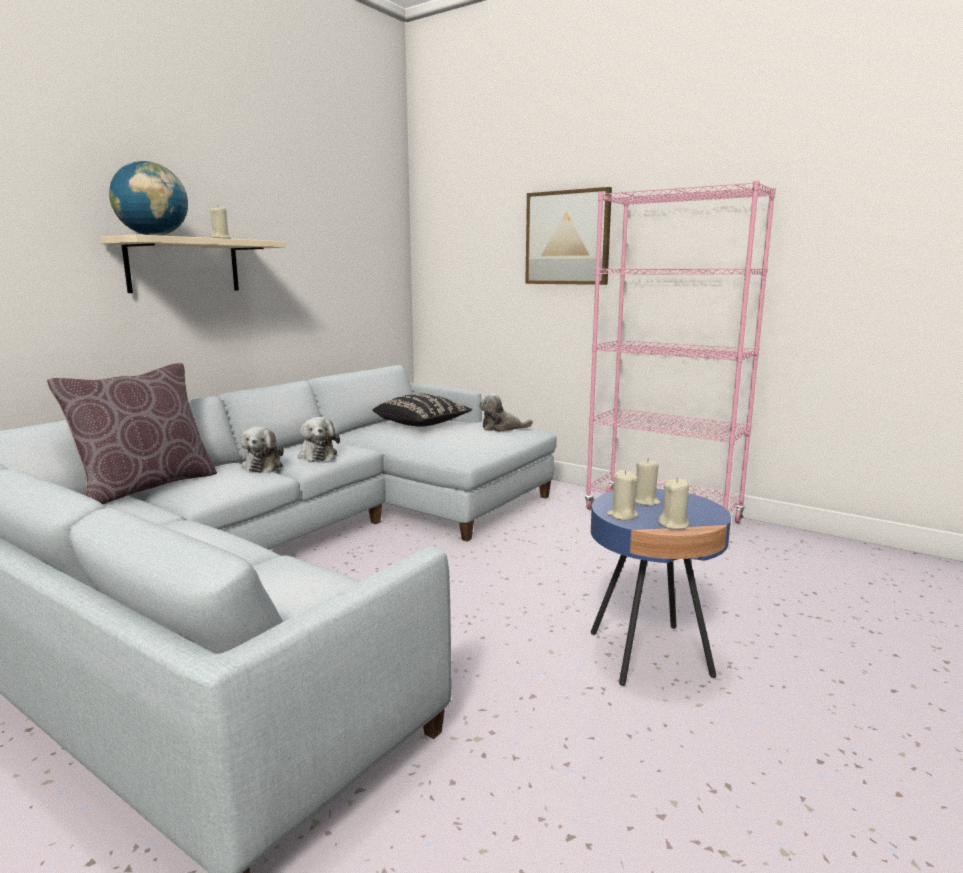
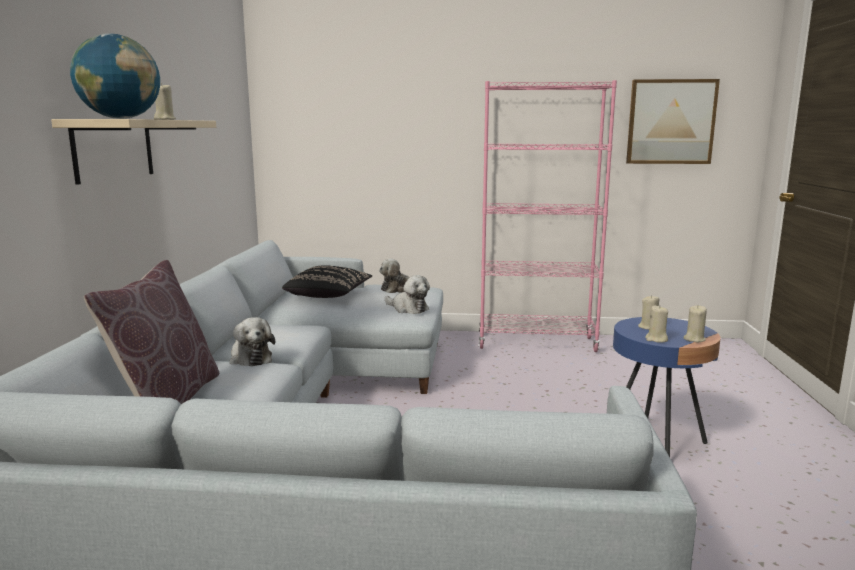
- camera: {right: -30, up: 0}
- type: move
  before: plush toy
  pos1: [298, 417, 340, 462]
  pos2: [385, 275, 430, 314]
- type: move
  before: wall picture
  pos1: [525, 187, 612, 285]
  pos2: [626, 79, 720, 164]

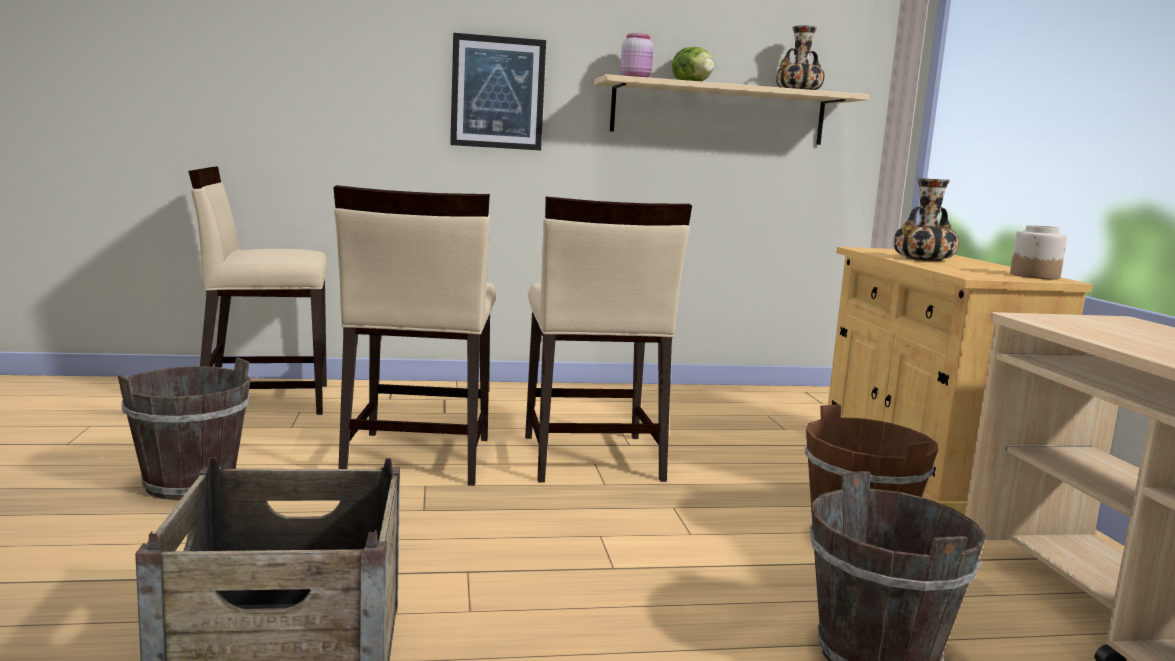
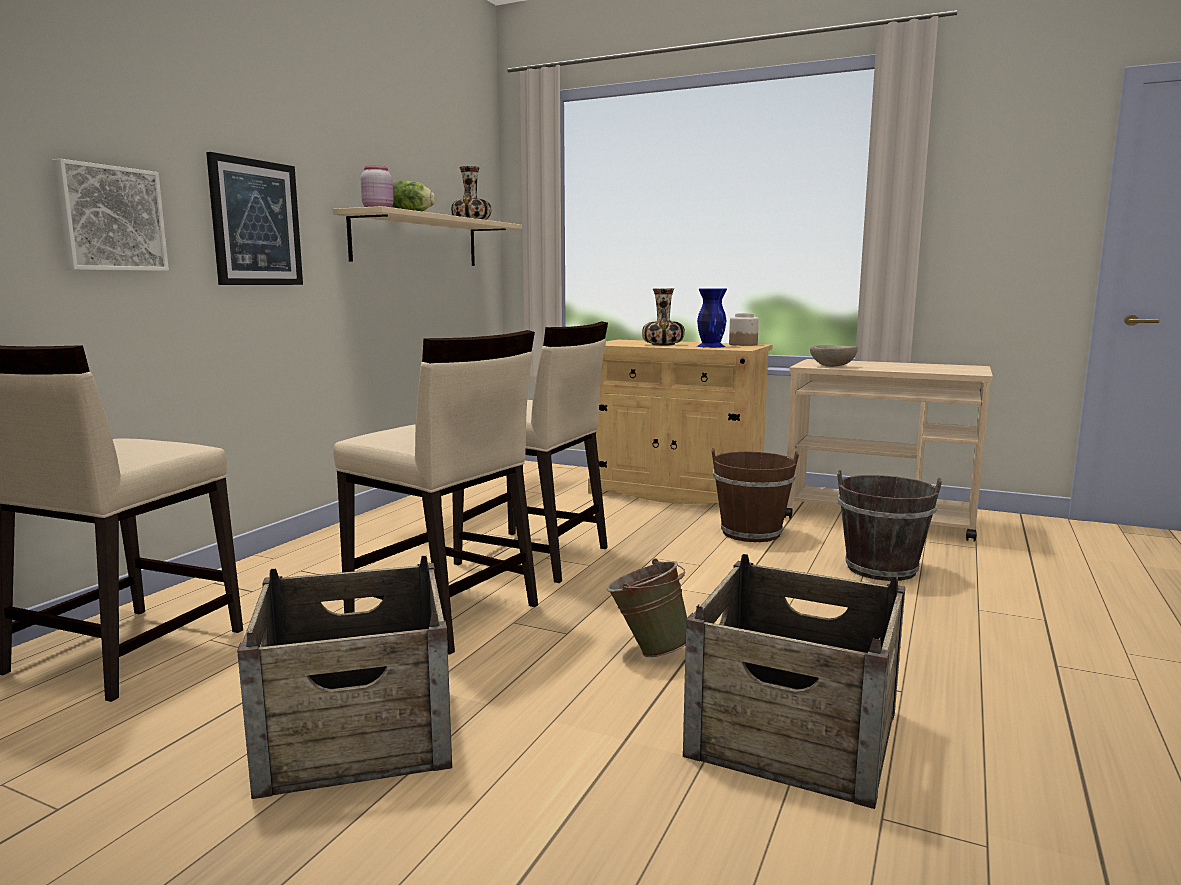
- camera: {right: -55, up: 0}
- type: insert
  after: wall picture
  pos2: [52, 159, 169, 271]
- type: insert
  after: green pail
  pos2: [606, 559, 687, 657]
- type: insert
  after: blue-coloured decorative vase
  pos2: [697, 288, 727, 348]
- type: insert
  after: sand-coloured serving bowl
  pos2: [810, 345, 858, 367]
- type: replace
  before: brown-coloured pail
  after: packing crate
  pos1: [117, 358, 251, 500]
  pos2: [237, 556, 452, 799]

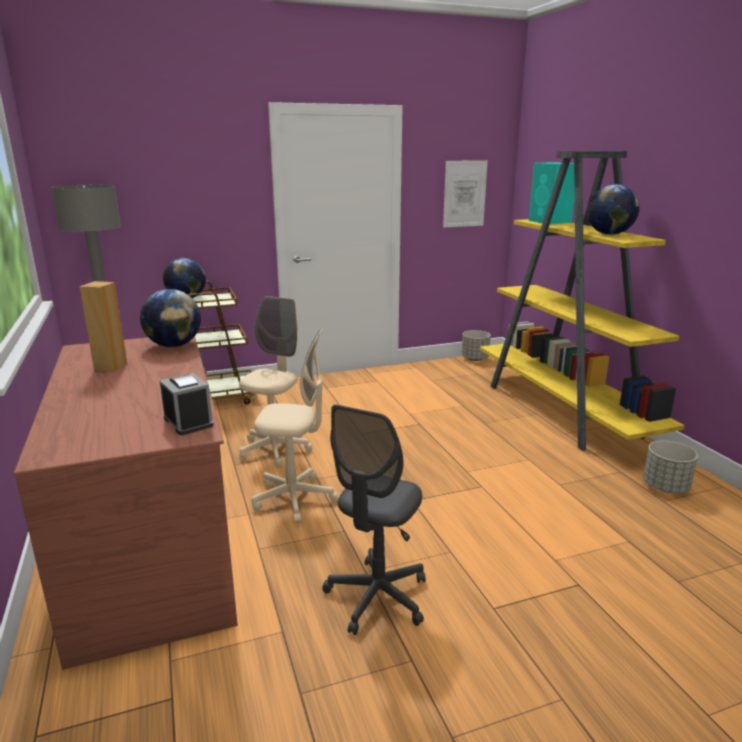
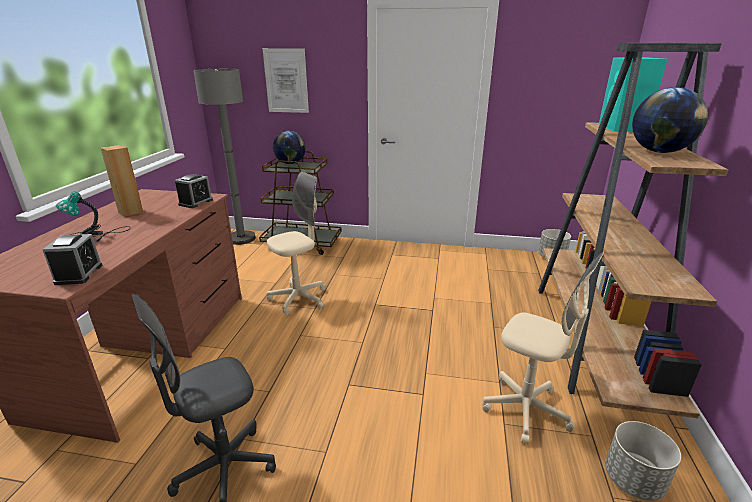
- camera: {right: 30, up: 5}
- type: insert
  after: table lamp
  pos2: [56, 191, 131, 242]
- type: move
  before: sand-coloured computer chair
  pos1: [251, 328, 338, 523]
  pos2: [482, 252, 603, 445]
- type: move
  before: wall picture
  pos1: [443, 160, 488, 228]
  pos2: [263, 48, 309, 113]
- type: replace
  before: world globe
  after: bedside clock
  pos1: [140, 289, 201, 347]
  pos2: [175, 174, 213, 208]
- type: recolor
  before: yellowish shelving unit
  after: brown-coloured shelving unit
  pos1: [480, 151, 685, 451]
  pos2: [538, 43, 729, 418]

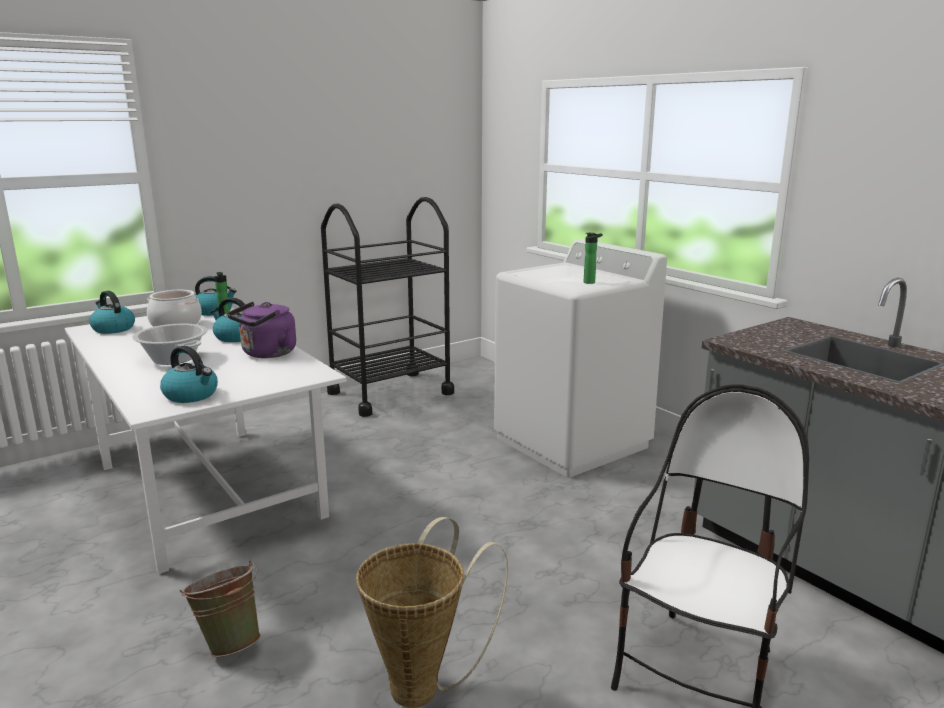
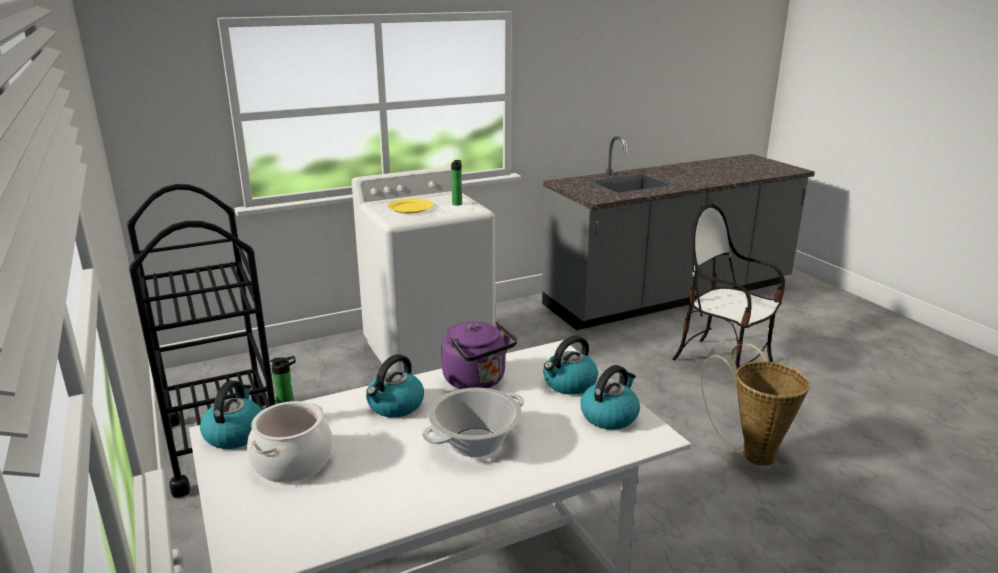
- camera: {right: -80, up: 5}
- type: delete
  before: green pail
  pos1: [180, 560, 261, 657]
- type: insert
  after: yellowish plate
  pos2: [388, 199, 433, 213]
- type: move
  before: kettle
  pos1: [89, 291, 135, 334]
  pos2: [543, 335, 598, 395]

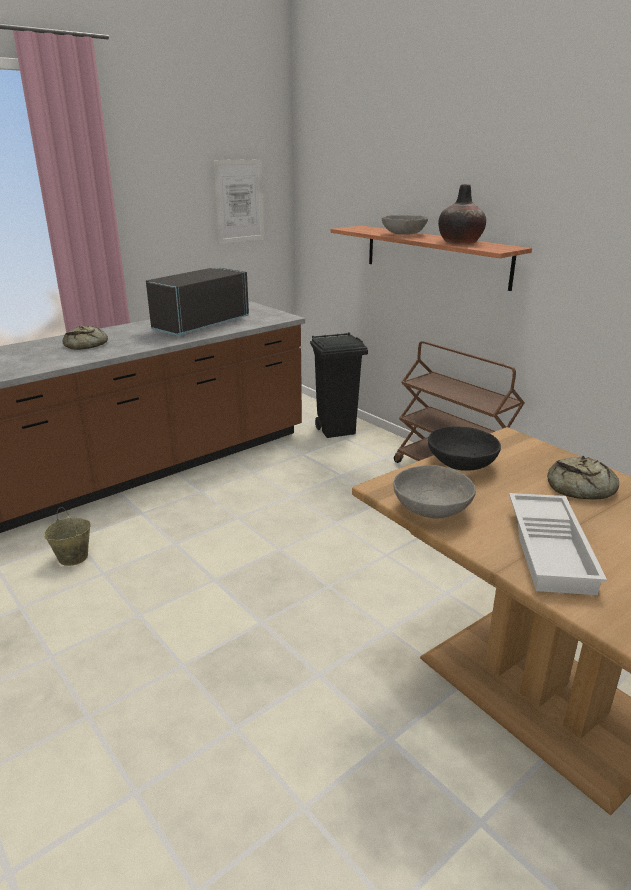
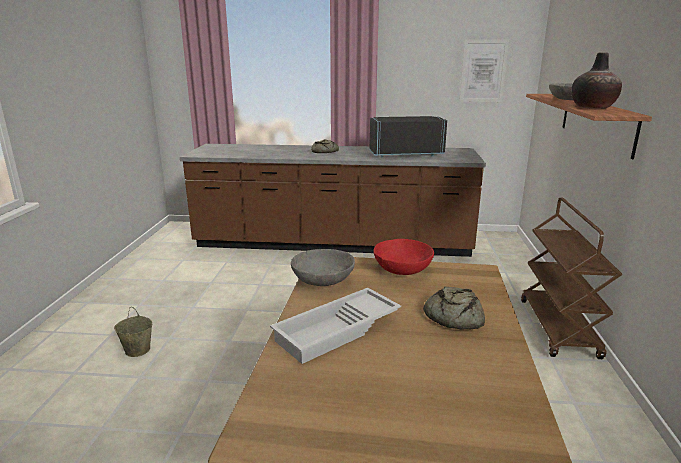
- camera: {right: 45, up: -5}
- type: delete
  before: black trash can
  pos1: [310, 332, 368, 438]
- type: move
  before: sand-coloured pail
  pos1: [44, 507, 91, 566]
  pos2: [114, 307, 152, 357]
- type: recolor
  before: black serving bowl
  after: reddish serving bowl
  pos1: [428, 426, 501, 471]
  pos2: [374, 239, 434, 275]

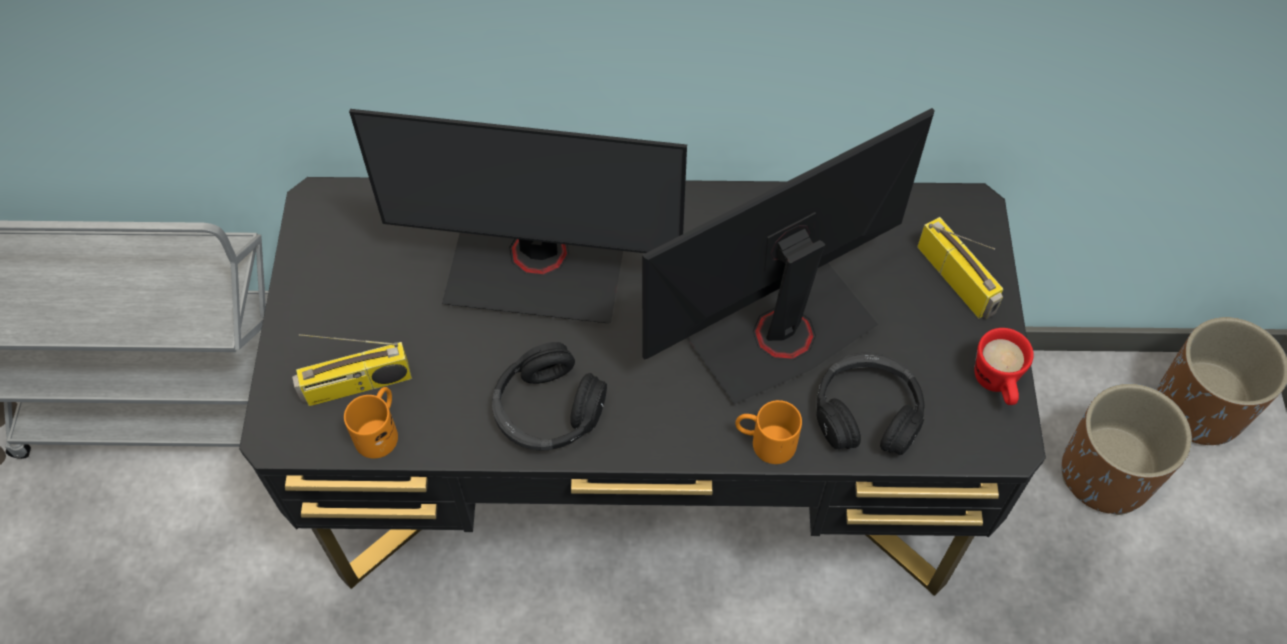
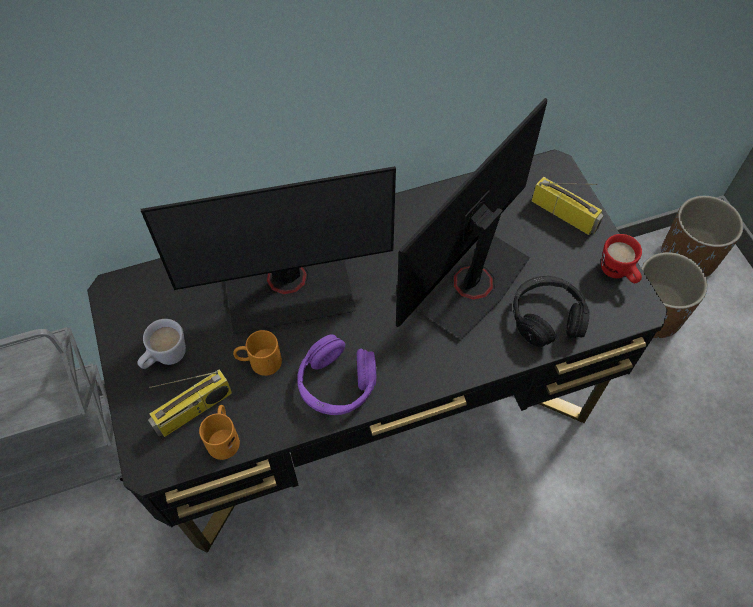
- camera: {right: -20, up: 0}
- type: insert
  after: whitish tea mug
  pos2: [137, 319, 186, 369]
- type: move
  before: orange-coloured tea mug
  pos1: [735, 400, 802, 464]
  pos2: [233, 330, 282, 376]
- type: recolor
  before: black headphones
  after: purple headphones
  pos1: [492, 342, 607, 451]
  pos2: [297, 334, 376, 415]

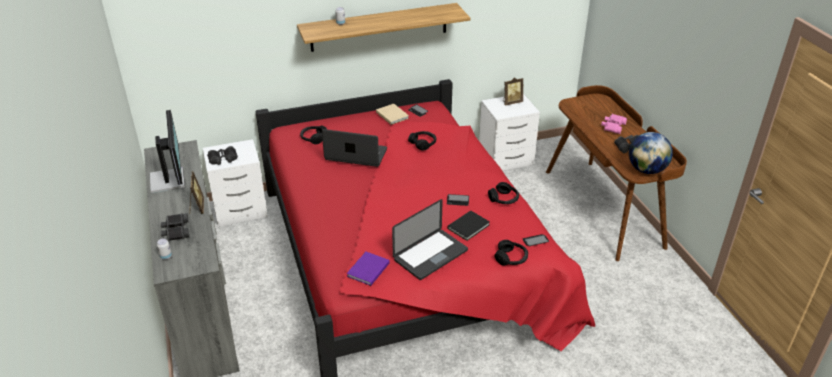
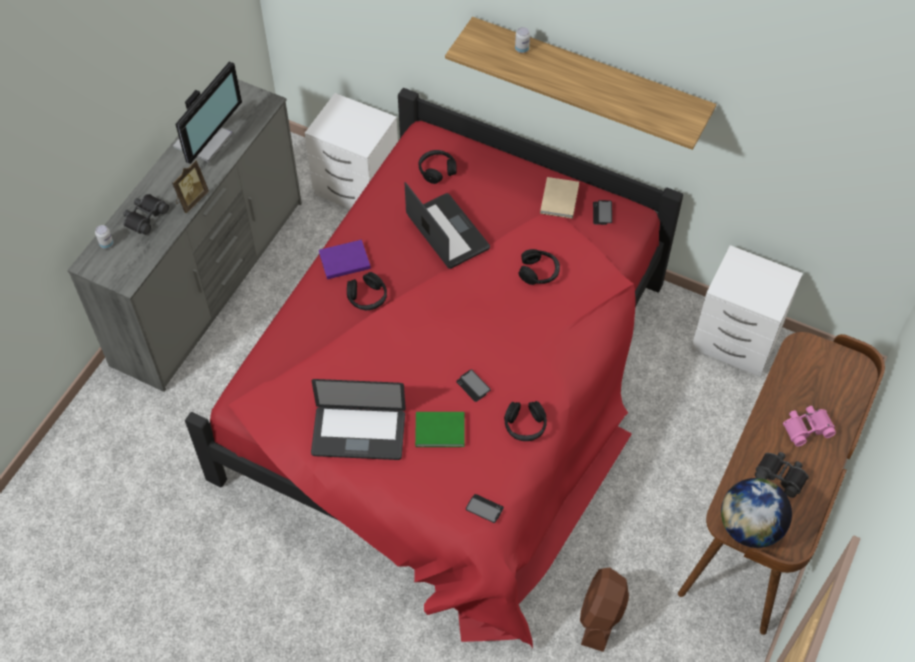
- camera: {right: 45, up: 20}
- type: delete
  before: black binoculars
  pos1: [207, 146, 238, 165]
- type: delete
  before: photo frame
  pos1: [503, 77, 523, 106]
- type: insert
  after: brown-coloured fan
  pos2: [580, 567, 629, 652]
- type: move
  before: purple bound book
  pos1: [347, 252, 390, 286]
  pos2: [319, 240, 371, 279]
- type: move
  before: black headphones
  pos1: [495, 240, 528, 266]
  pos2: [347, 272, 387, 310]
- type: recolor
  before: black bound book
  after: green bound book
  pos1: [448, 210, 490, 241]
  pos2: [415, 412, 465, 447]

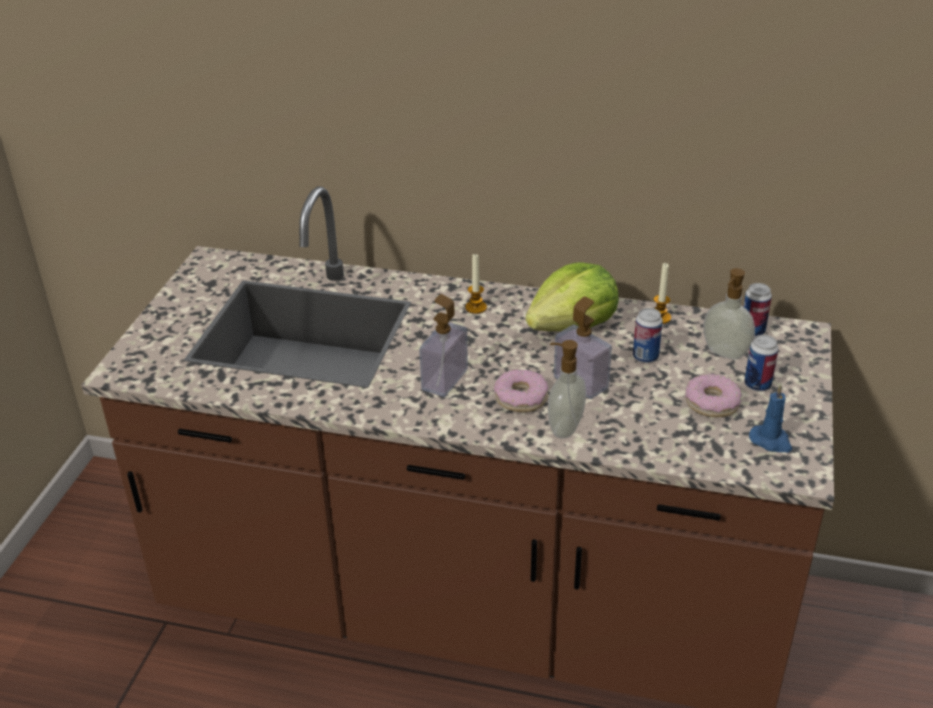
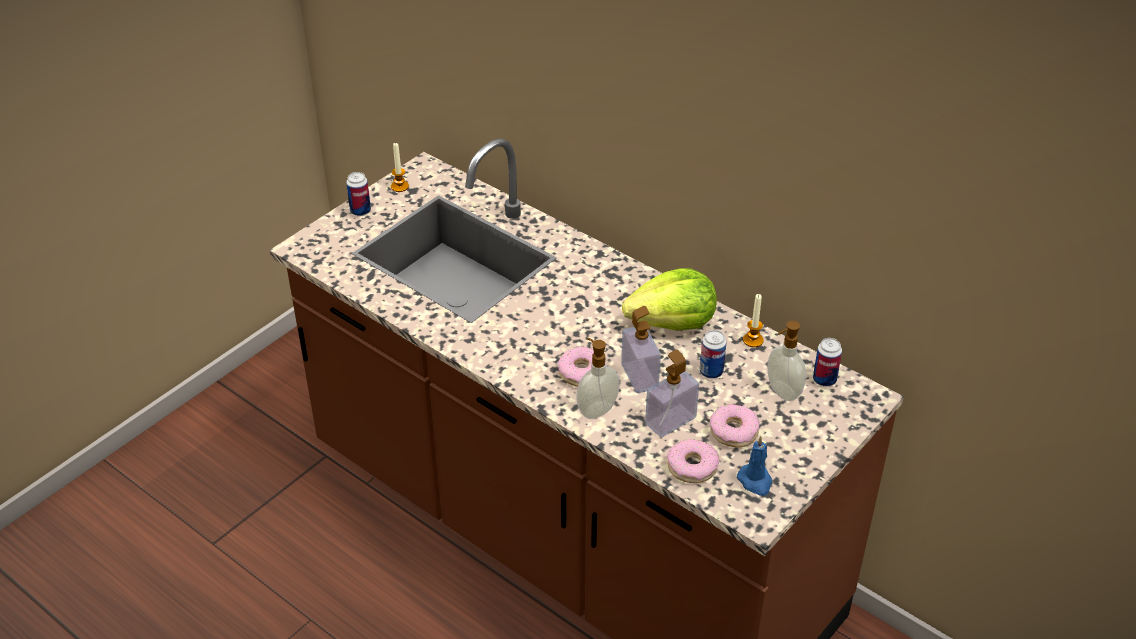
- camera: {right: 25, up: 5}
- type: insert
  after: doughnut
  pos2: [667, 439, 719, 483]
- type: move
  before: soap bottle
  pos1: [419, 294, 468, 397]
  pos2: [645, 350, 699, 437]
- type: move
  before: wax candle
  pos1: [465, 253, 487, 314]
  pos2: [391, 142, 409, 192]
- type: move
  before: can
  pos1: [744, 335, 779, 391]
  pos2: [346, 172, 371, 216]

